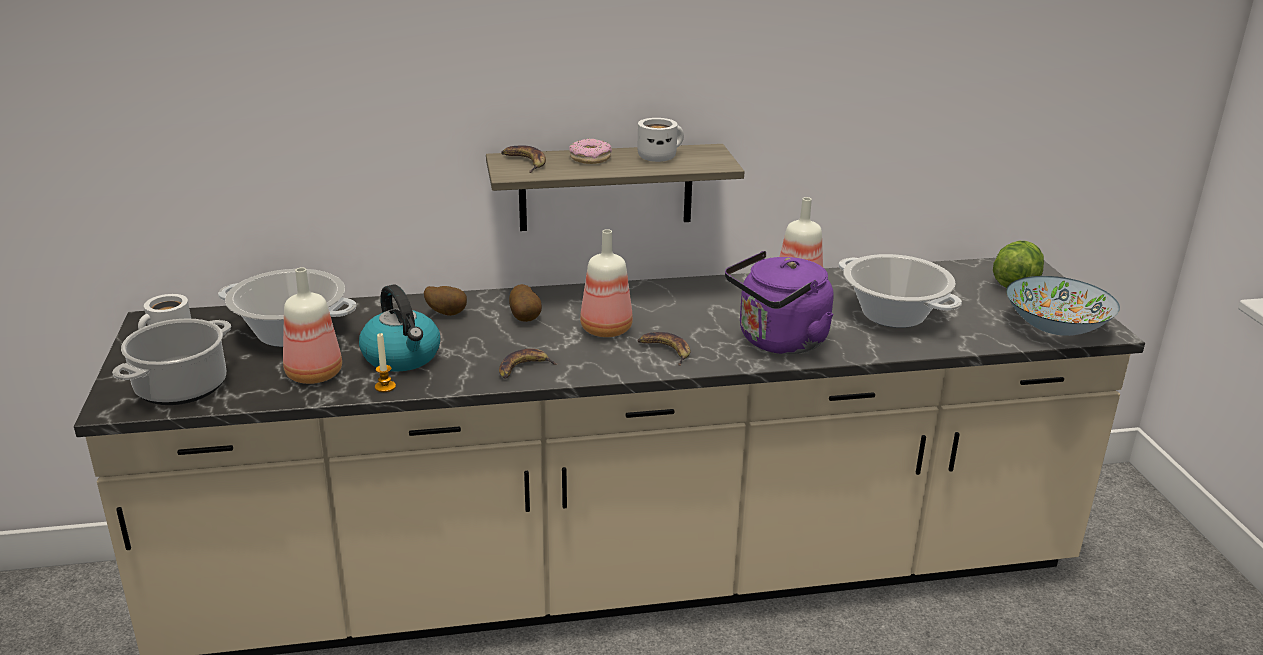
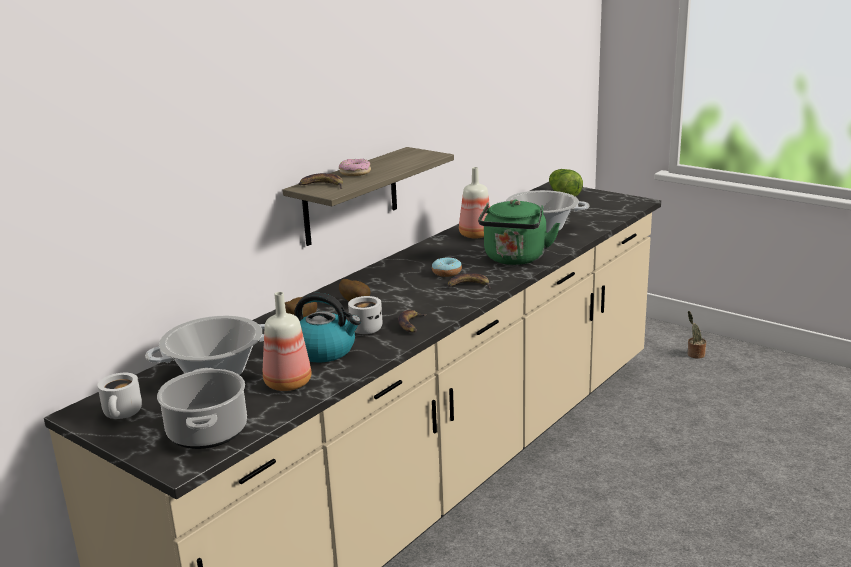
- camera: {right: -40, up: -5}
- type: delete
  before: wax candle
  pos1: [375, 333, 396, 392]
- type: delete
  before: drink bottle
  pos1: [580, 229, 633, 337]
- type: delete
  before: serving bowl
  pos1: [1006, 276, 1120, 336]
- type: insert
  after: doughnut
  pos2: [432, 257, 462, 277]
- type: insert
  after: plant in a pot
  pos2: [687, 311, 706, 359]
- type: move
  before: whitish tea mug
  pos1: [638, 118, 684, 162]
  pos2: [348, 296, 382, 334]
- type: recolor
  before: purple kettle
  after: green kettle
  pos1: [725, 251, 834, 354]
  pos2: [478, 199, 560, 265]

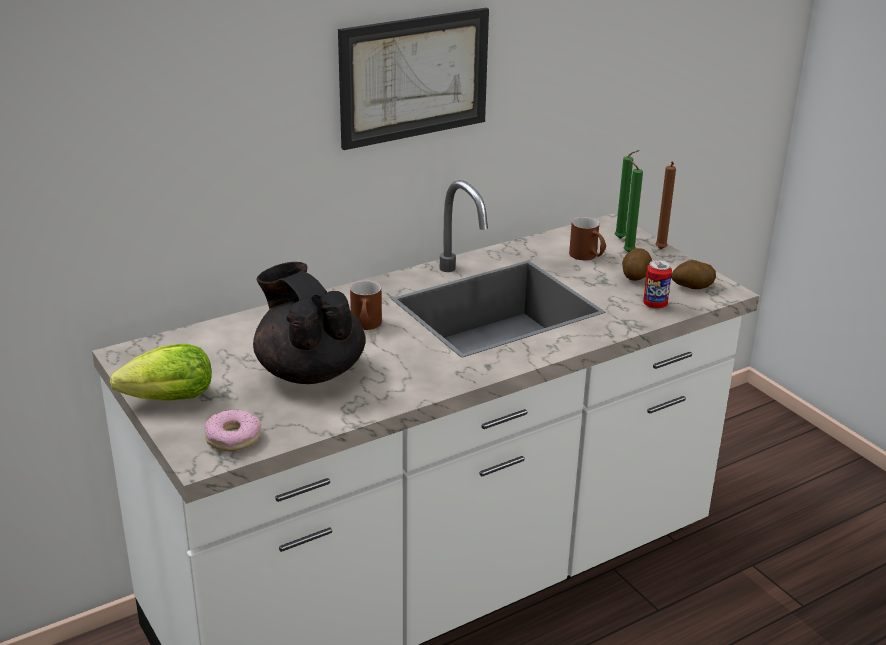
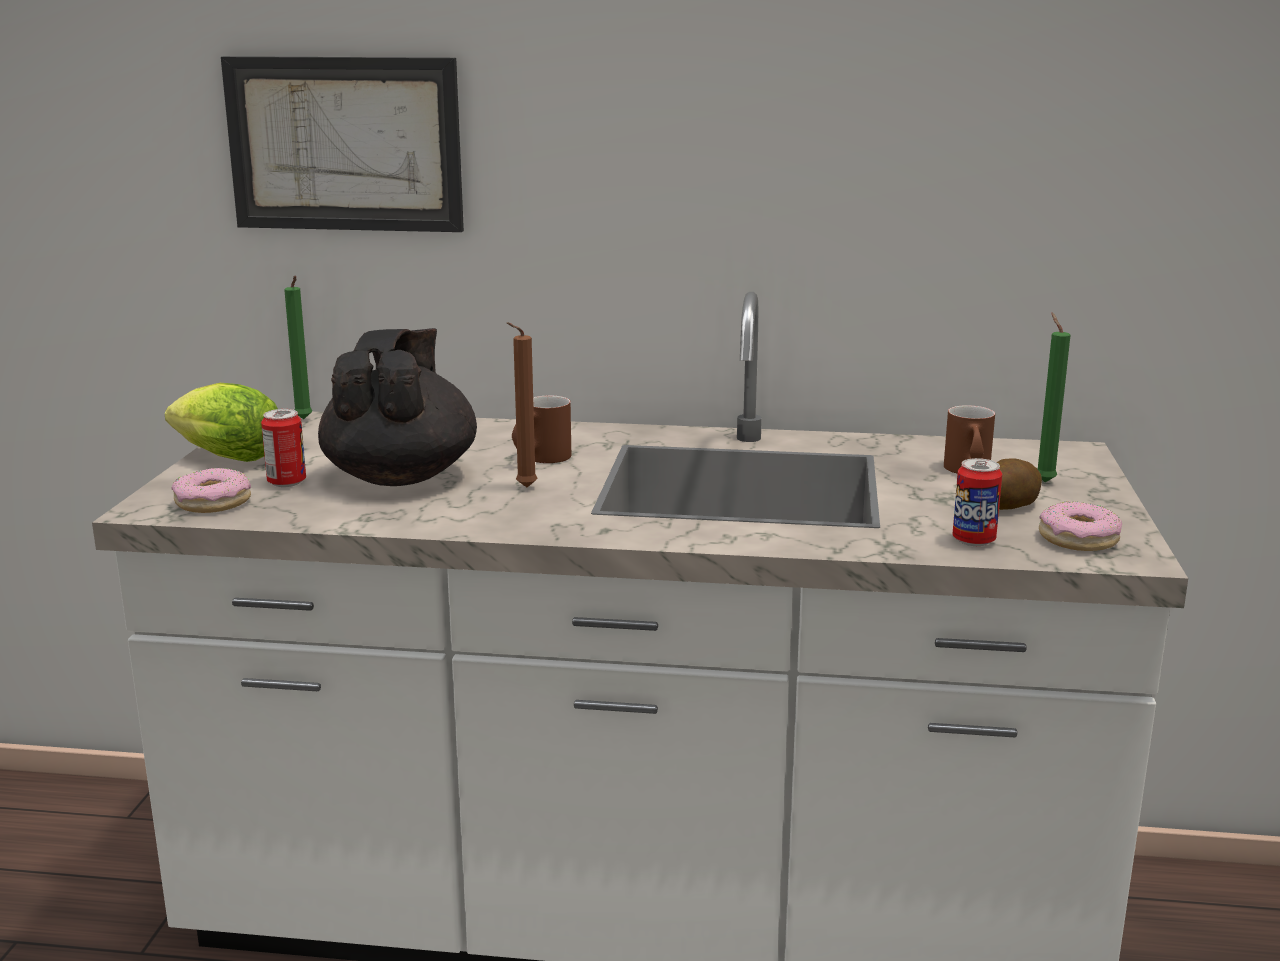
- camera: {right: 40, up: -10}
- type: insert
  after: can
  pos2: [261, 409, 306, 487]
- type: move
  before: wall picture
  pos1: [338, 8, 489, 150]
  pos2: [221, 56, 464, 232]
- type: move
  before: green wax candle
  pos1: [615, 150, 640, 239]
  pos2: [284, 276, 312, 419]
- type: move
  before: brown-coloured wax candle
  pos1: [655, 162, 676, 249]
  pos2: [507, 322, 537, 487]
- type: replace
  before: spud
  after: doughnut
  pos1: [671, 260, 716, 289]
  pos2: [1039, 501, 1122, 551]

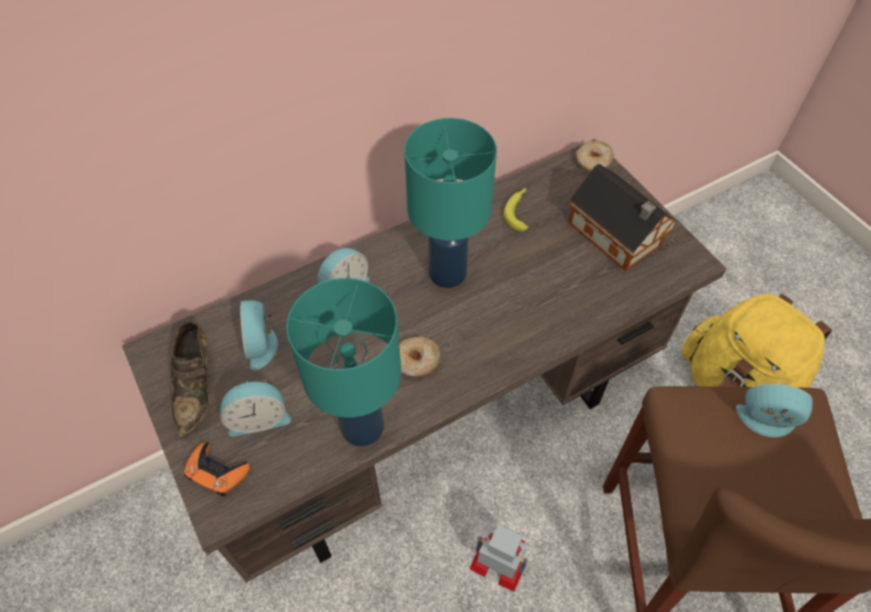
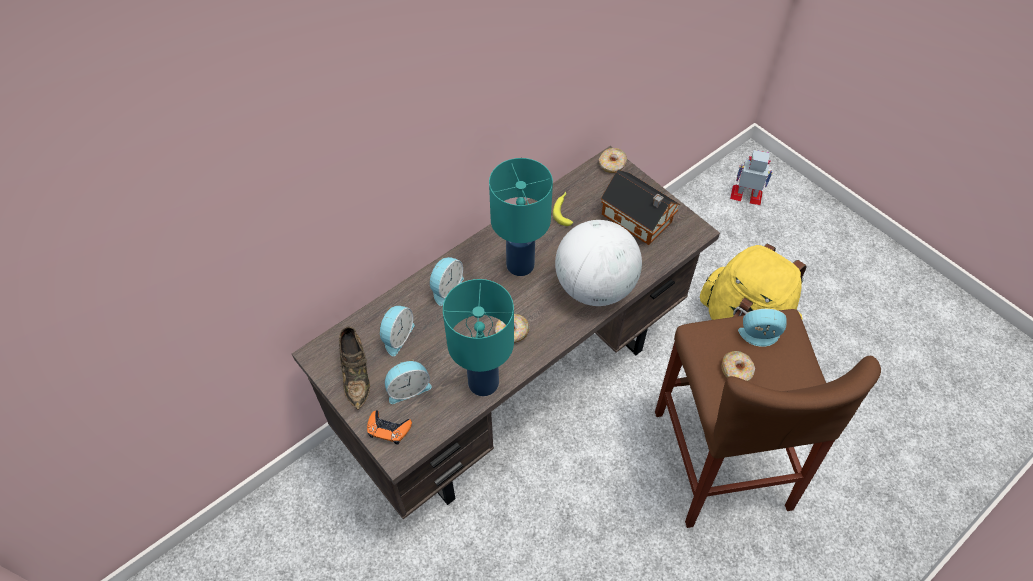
- camera: {right: -10, up: 0}
- type: insert
  after: world globe
  pos2: [555, 220, 642, 306]
- type: insert
  after: doughnut
  pos2: [722, 351, 755, 381]
- type: move
  before: robot figure
  pos1: [469, 524, 529, 592]
  pos2: [730, 150, 773, 205]
- type: rotate
  before: bedside clock
  pos1: [240, 300, 278, 371]
  pos2: [380, 306, 415, 356]
  turn: -135

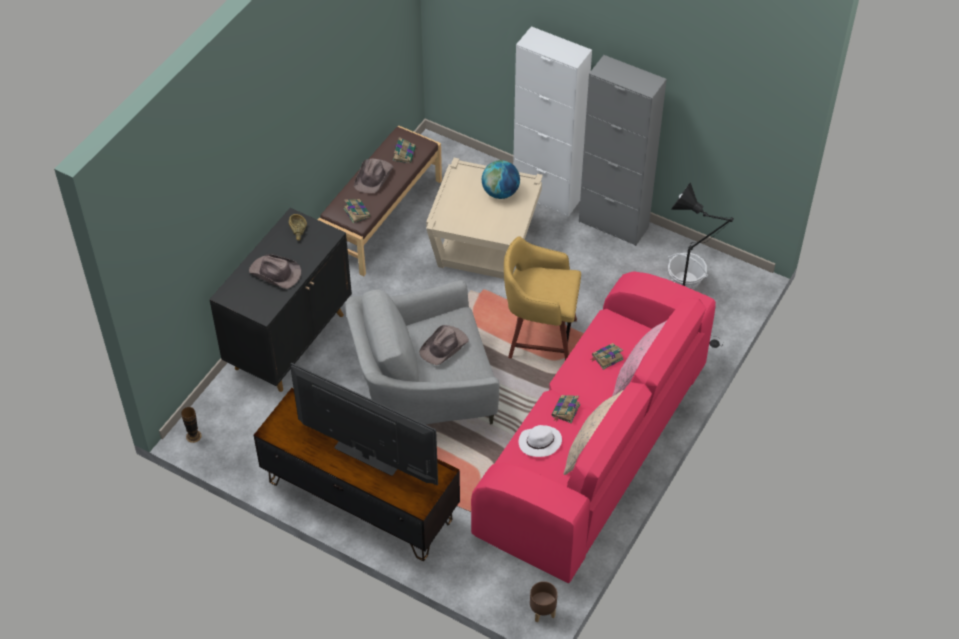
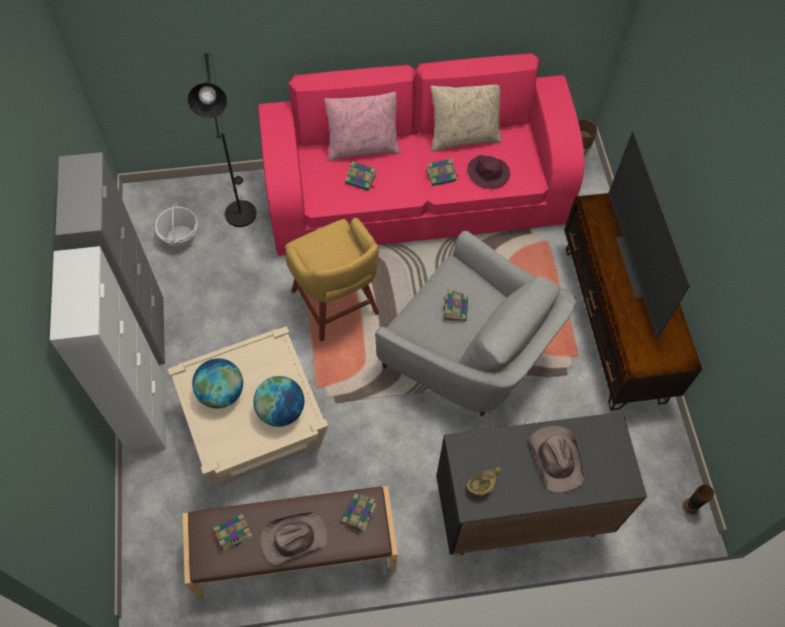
- camera: {right: -130, up: 10}
- type: insert
  after: world globe
  pos2: [254, 376, 304, 427]
- type: replace
  before: brown-coloured wearable hat
  after: bound book
  pos1: [419, 325, 469, 365]
  pos2: [443, 289, 468, 322]
- type: recolor
  before: whitish wearable hat
  after: purple wearable hat
  pos1: [519, 425, 562, 457]
  pos2: [467, 155, 510, 189]

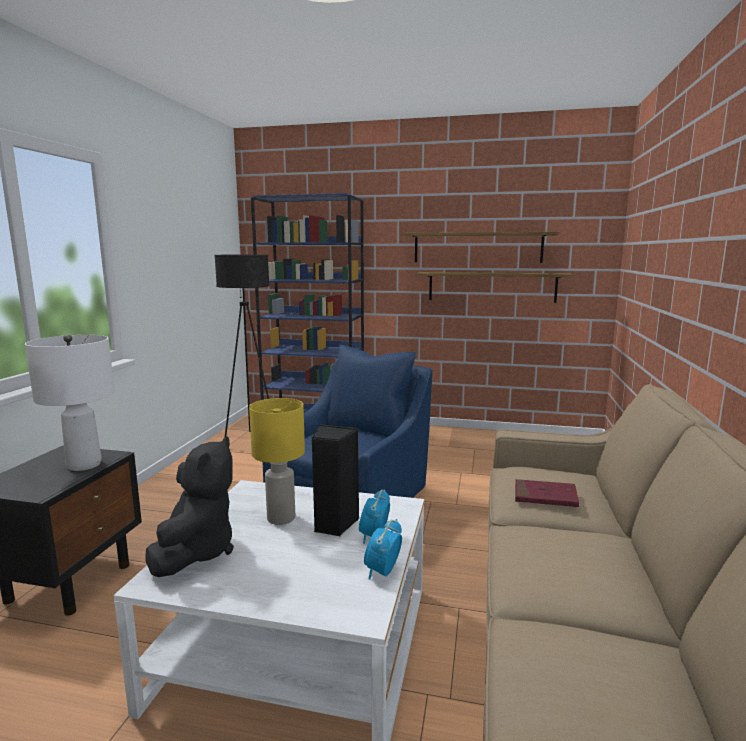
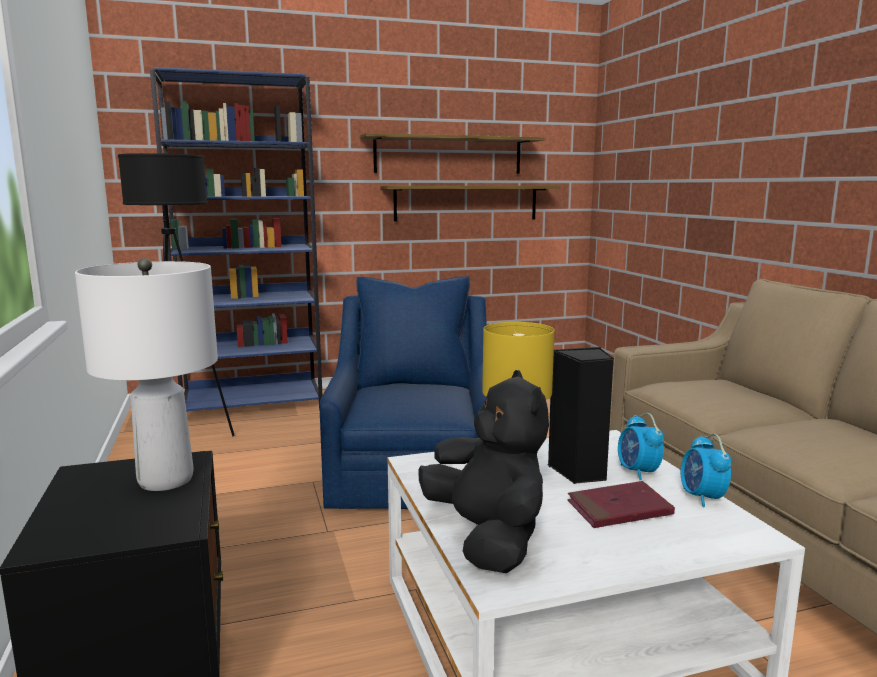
- camera: {right: -30, up: 0}
- type: move
  before: reddish bound book
  pos1: [515, 479, 579, 507]
  pos2: [568, 481, 675, 528]

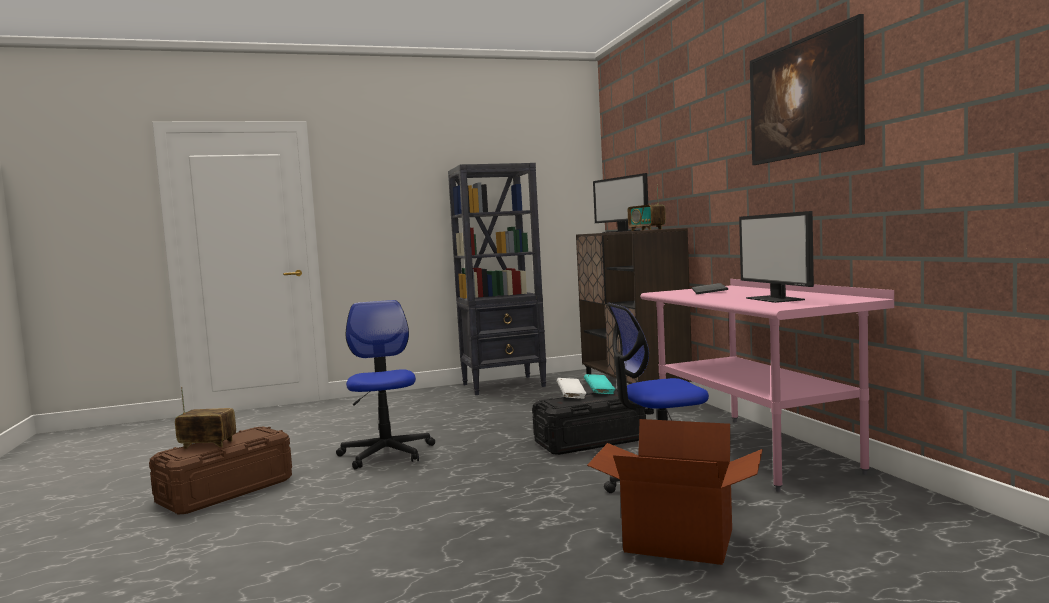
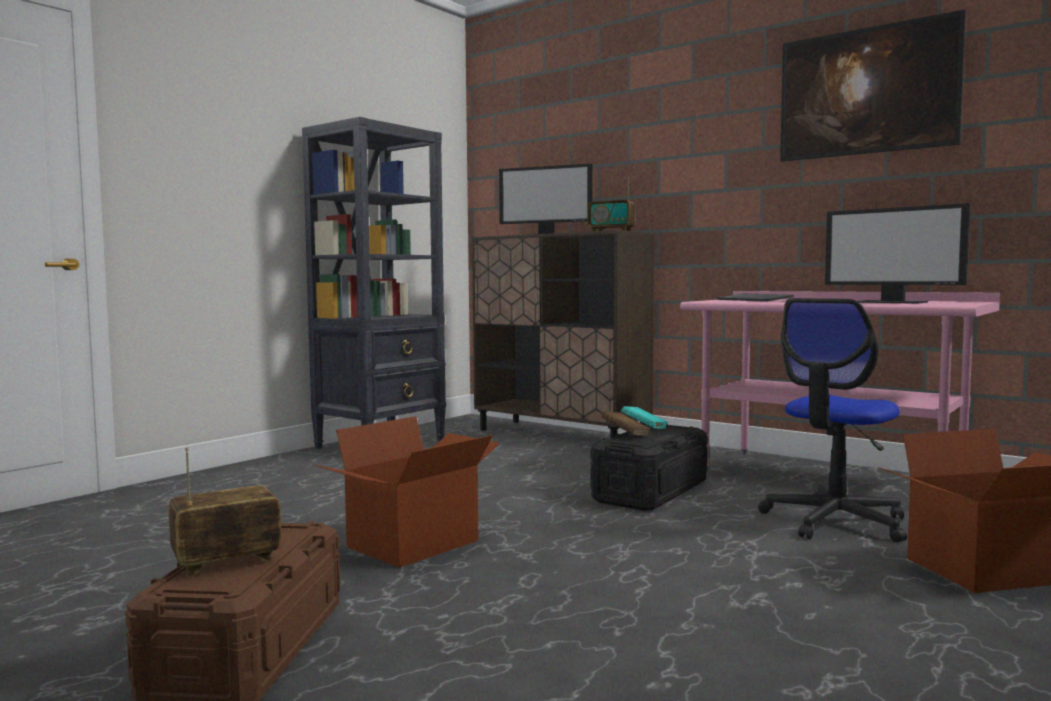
- camera: {right: -35, up: 0}
- type: replace
  before: computer chair
  after: carton
  pos1: [336, 300, 435, 469]
  pos2: [313, 416, 500, 568]
- type: recolor
  before: whitish bound book
  after: brown-coloured bound book
  pos1: [557, 378, 586, 399]
  pos2: [602, 412, 651, 436]

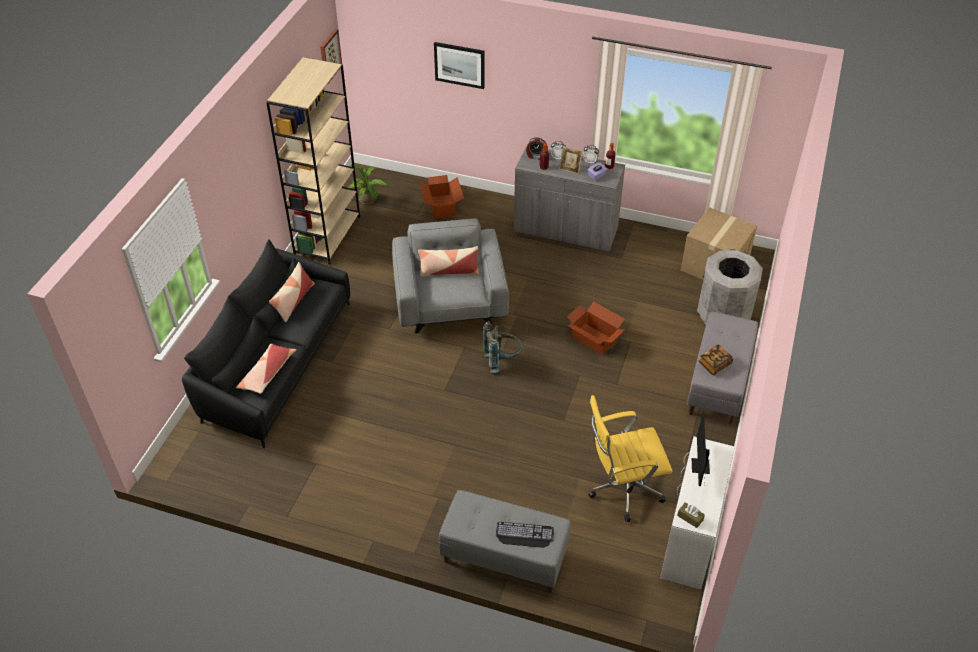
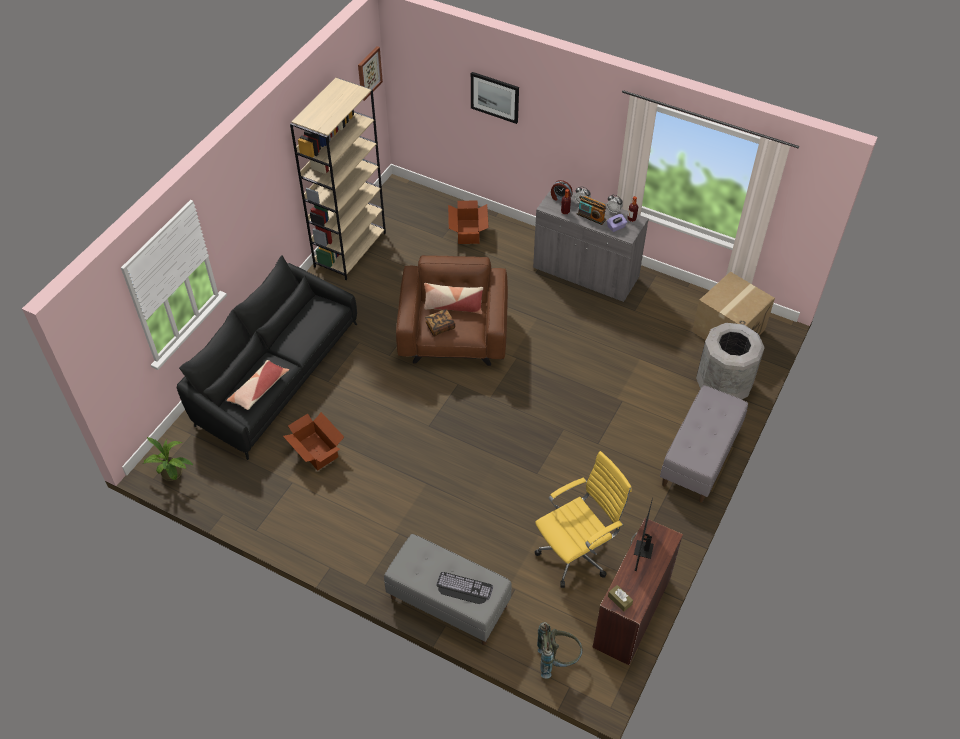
- camera: {right: 10, up: 5}
- type: delete
  before: pillow
  pos1: [269, 262, 315, 322]
- type: move
  before: plant in a pot
  pos1: [347, 164, 389, 205]
  pos2: [142, 437, 194, 481]
- type: move
  before: gray rucksack
  pos1: [483, 321, 523, 373]
  pos2: [537, 622, 583, 678]
- type: move
  before: carton
  pos1: [567, 301, 624, 355]
  pos2: [283, 412, 344, 470]
- type: move
  before: bound book
  pos1: [698, 344, 733, 375]
  pos2: [425, 309, 455, 336]
- type: replace
  before: photo frame
  after: radio receiver
  pos1: [559, 146, 583, 174]
  pos2: [577, 196, 606, 225]
- type: recolor
  before: gray lounge chair
  after: brown-coloured lounge chair
  pos1: [392, 218, 509, 334]
  pos2: [396, 255, 508, 366]
- type: recolor
  before: whitish desk unit
  after: brown-coloured desk unit
  pos1: [660, 436, 735, 589]
  pos2: [592, 518, 683, 665]
- type: rotate
  before: yellowish computer chair
  pos1: [588, 395, 672, 522]
  pos2: [534, 451, 632, 588]
  turn: 150

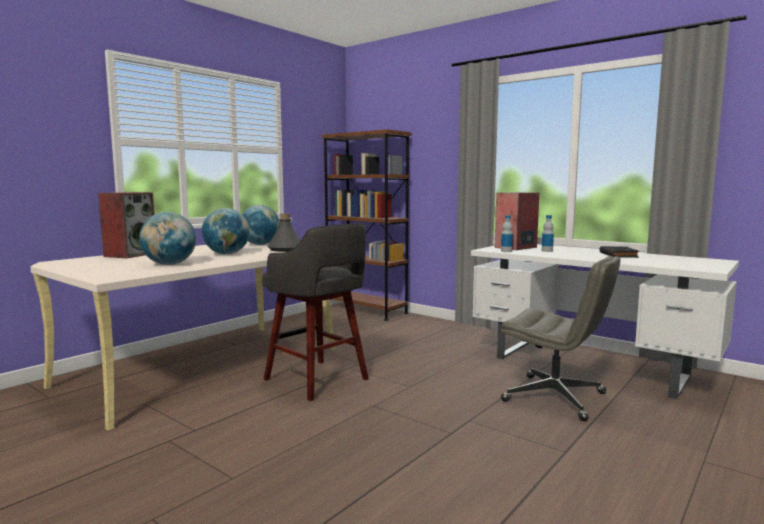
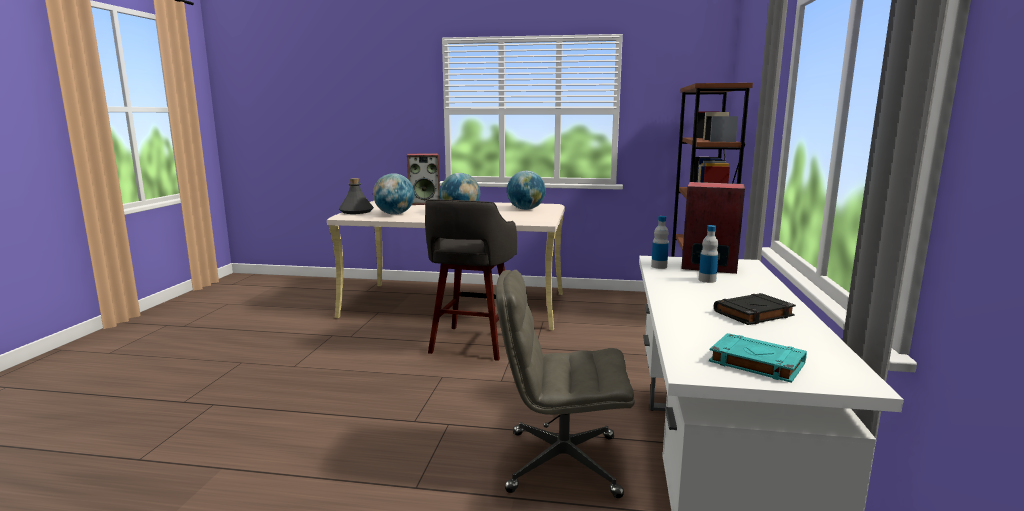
- camera: {right: 60, up: 5}
- type: insert
  after: turquoise-coloured bound book
  pos2: [709, 333, 807, 383]
- type: move
  before: gray drink bottle
  pos1: [267, 214, 301, 252]
  pos2: [339, 178, 374, 214]
- type: rotate
  before: gray computer chair
  pos1: [501, 256, 621, 421]
  pos2: [496, 270, 635, 498]
  turn: 90

